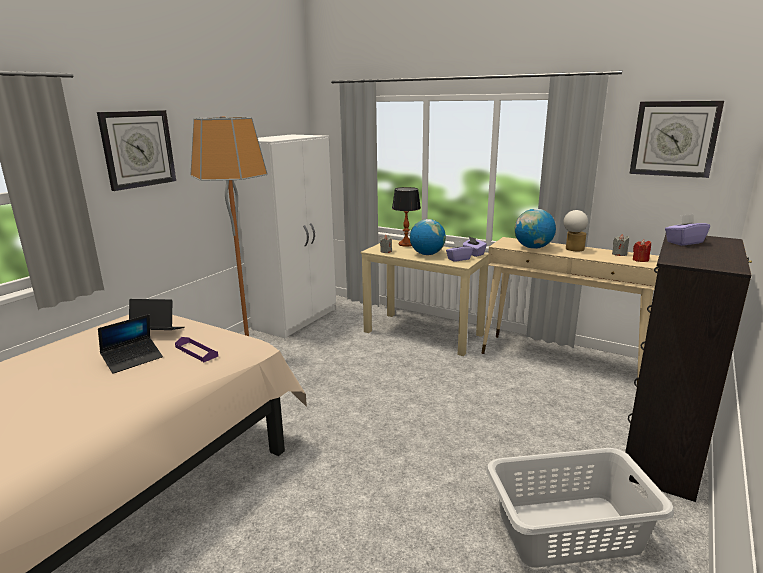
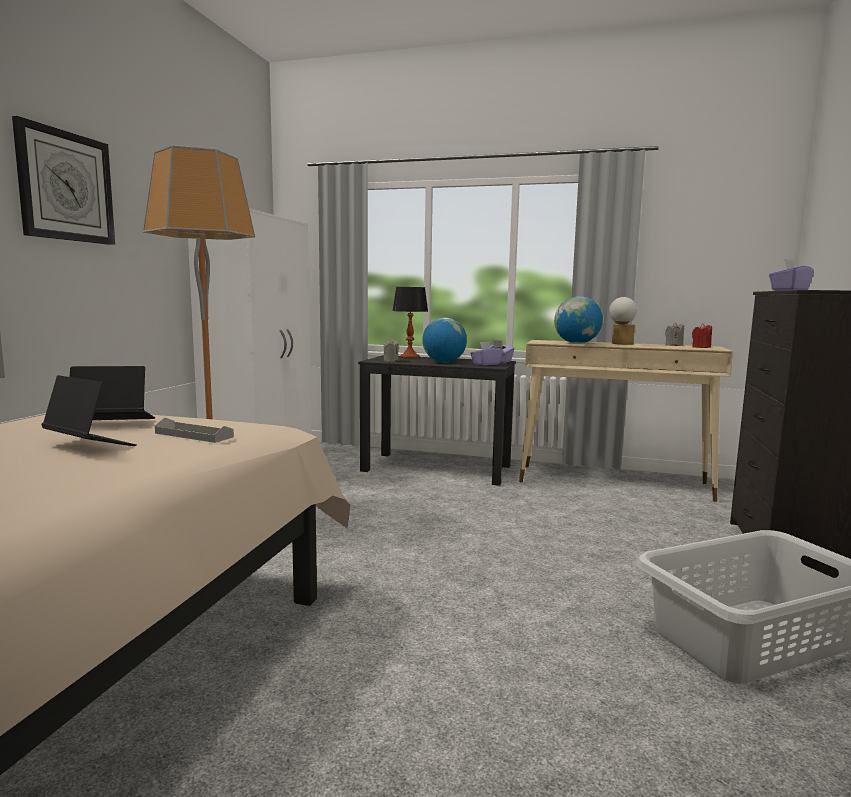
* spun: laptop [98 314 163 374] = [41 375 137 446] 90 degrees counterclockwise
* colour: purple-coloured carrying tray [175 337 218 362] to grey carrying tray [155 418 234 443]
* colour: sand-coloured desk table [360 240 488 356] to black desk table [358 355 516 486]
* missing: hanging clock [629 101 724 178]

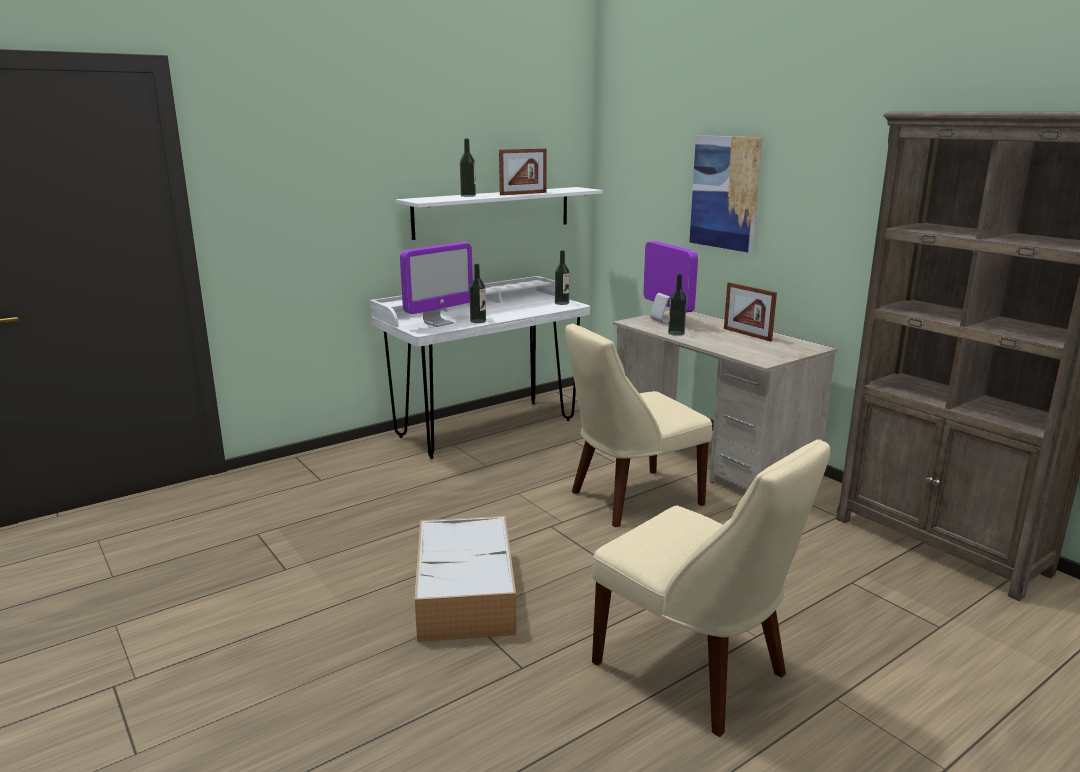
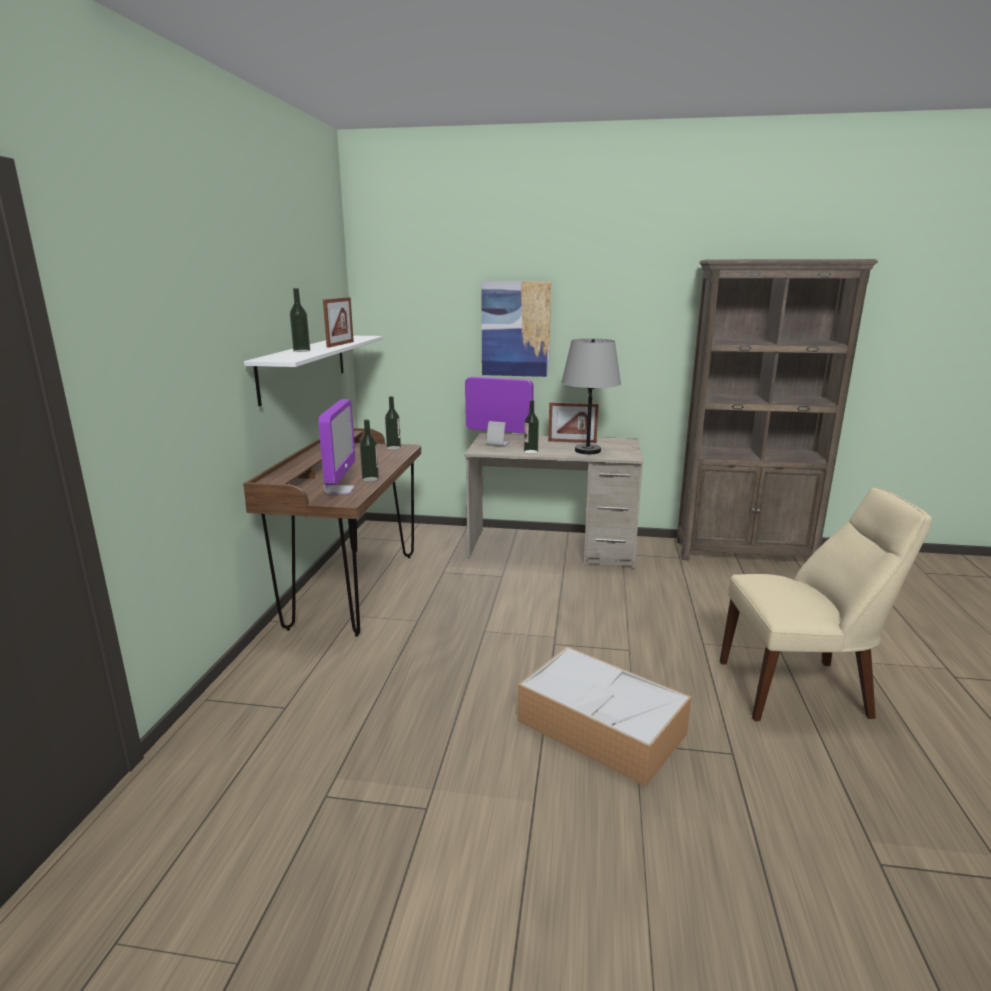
* colour: white desk table [370 276 590 459] to brown desk table [243 428 421 637]
* appeared: grey tabletop lamp [561 338 621 454]
* missing: sand-coloured chair [565 324 712 527]

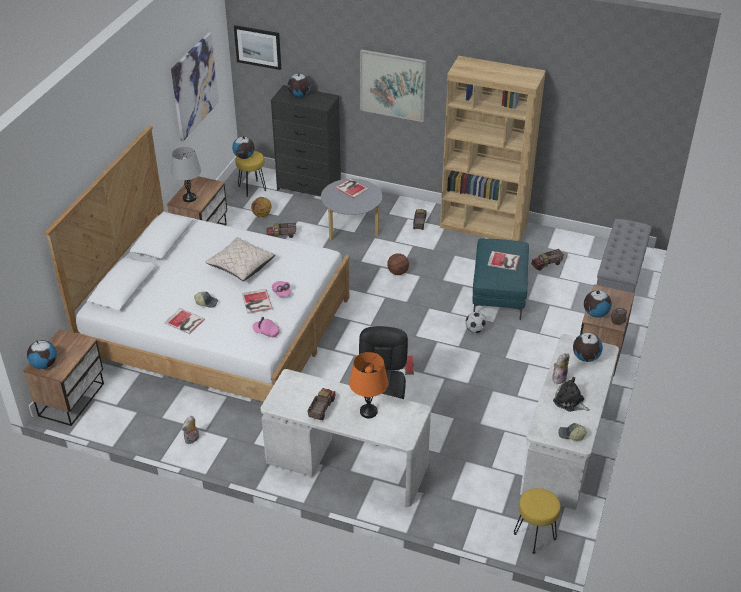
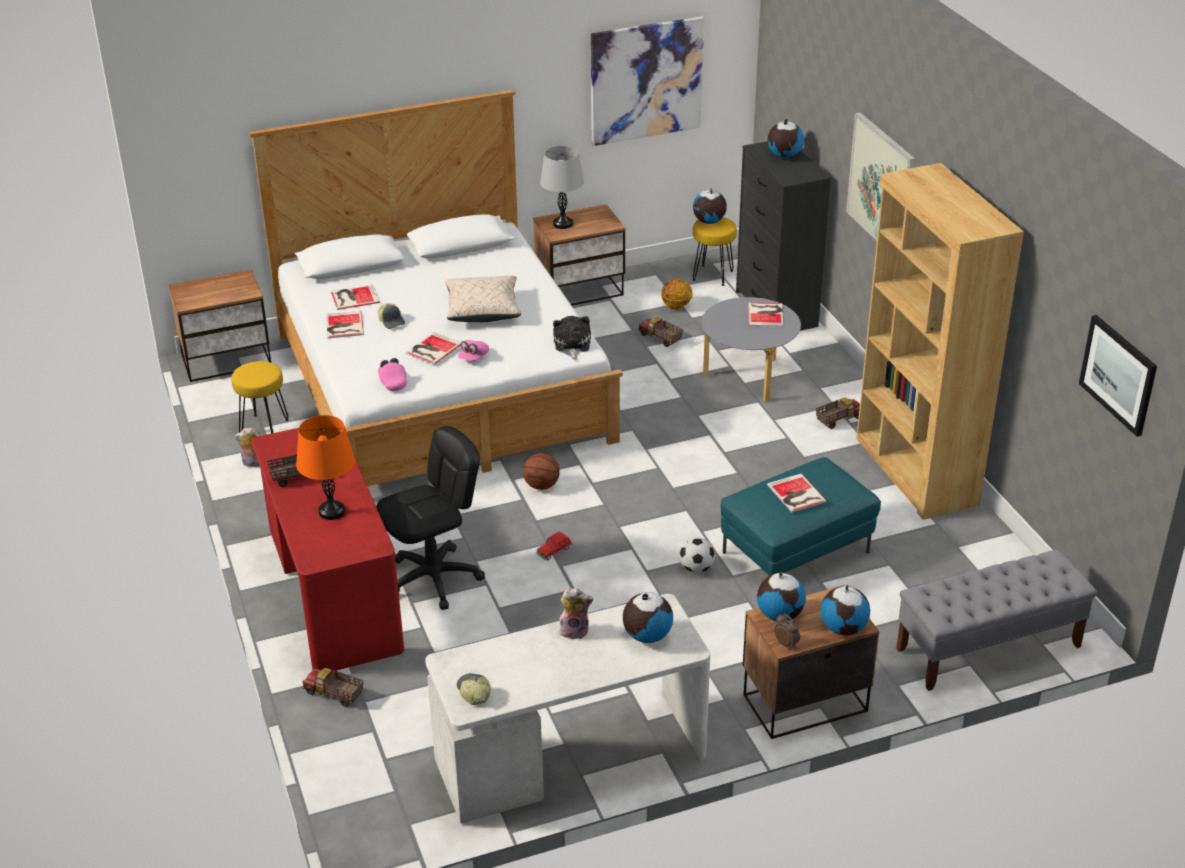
* relocated: yellow sitting stool [514 488 561 554] to [231 361 289 434]
* colour: white desk table [261 369 431 507] to red desk table [252 428 404 671]
* relocated: model truck [531 249 564 271] to [302 668 364 707]
* appeared: bound book [331 285 380 310]
* relocated: basketball ball [387 253 409 275] to [523 453 560 490]
* relocated: plush toy [553 377 590 412] to [553 316 591 360]
* relocated: world globe [27 340 57 369] to [821 584 870 635]
* relocated: wall art [234 25 281 70] to [1079 315 1157 437]

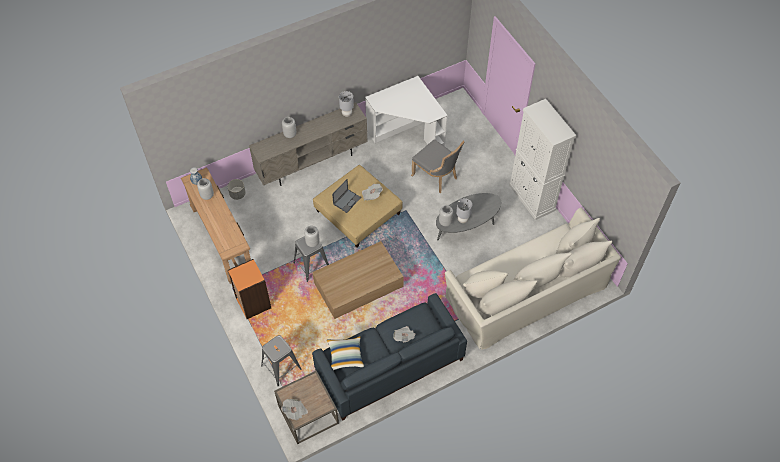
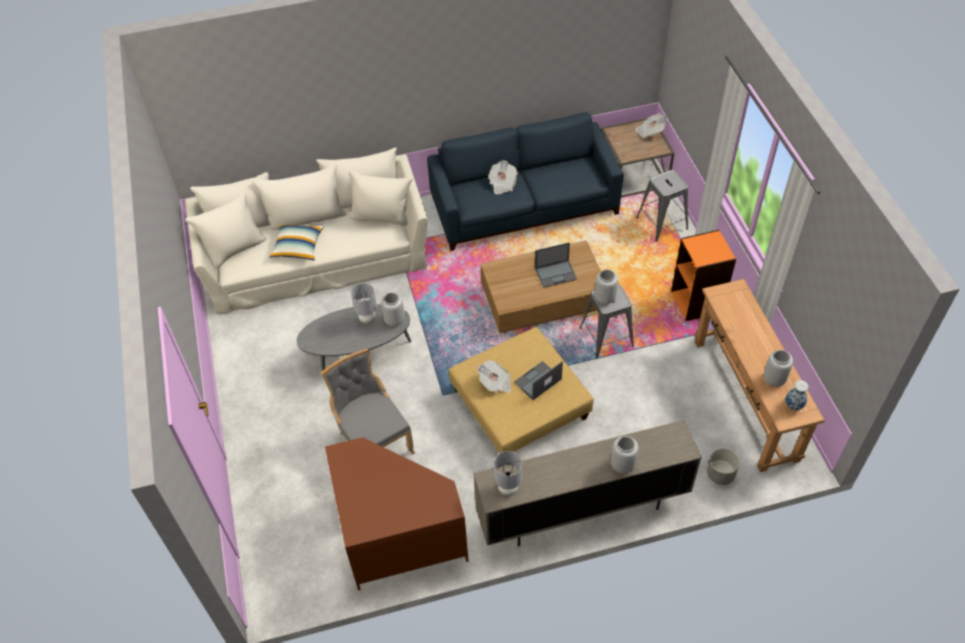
* relocated: pillow [327 336 364 370] to [270 225 324 261]
* colour: white desk table [365 76 448 146] to brown desk table [325 438 469 591]
* appeared: laptop [535 242 577 288]
* missing: white cupboard [509 99 576 220]

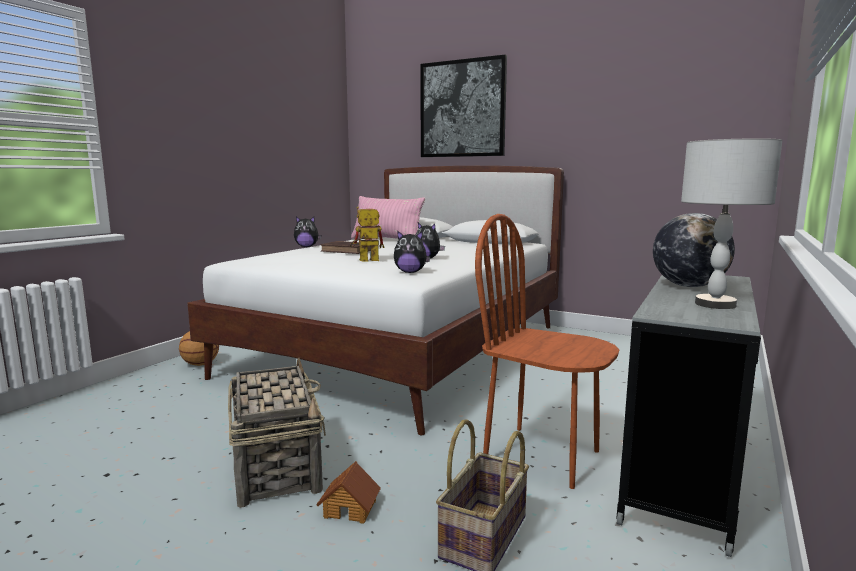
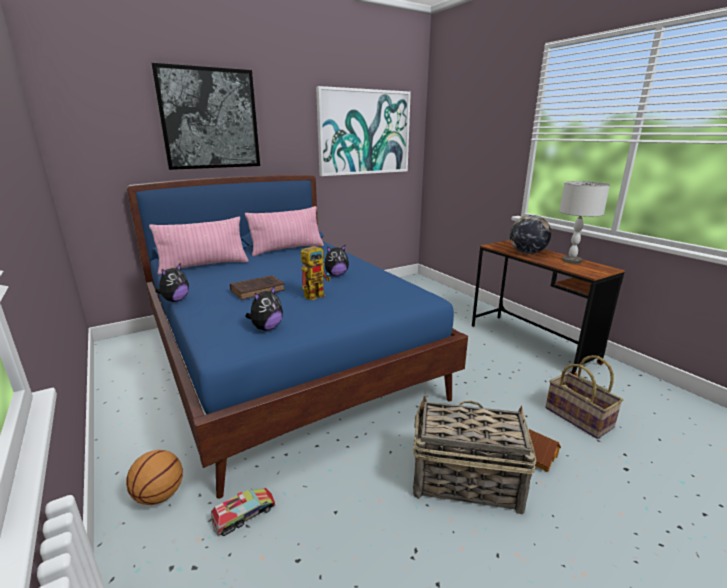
* colour: white bed [187 166 564 435] to blue bed [127 175 468 499]
* appeared: model truck [211 488 276 536]
* appeared: pinkish pillow [245 206 324 256]
* relocated: plush toy [394 231 431 273] to [245 286 283 331]
* spun: toy robot [350 206 384 262] = [301 244 331 301] 150 degrees counterclockwise
* appeared: wall art [316 86 411 176]
* colour: grey desk table [616 275 761 557] to brown desk table [472 240 625 376]
* missing: brown chair [475 214 619 489]

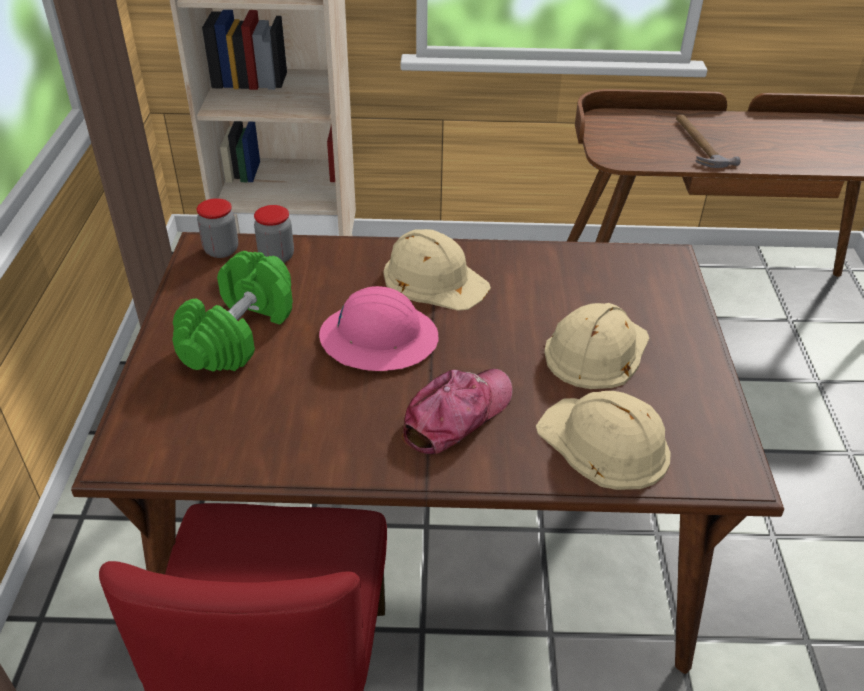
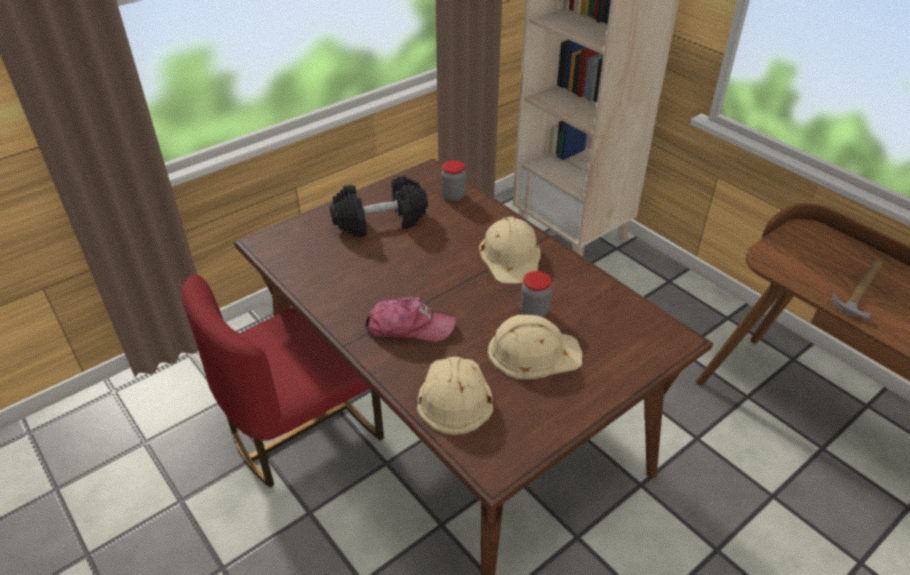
* colour: greenish free weight [172 251 293 371] to black free weight [330 175 428 237]
* relocated: storage jar [197 198 238 258] to [520 271 552 317]
* missing: pinkish hard hat [319 286 438 371]

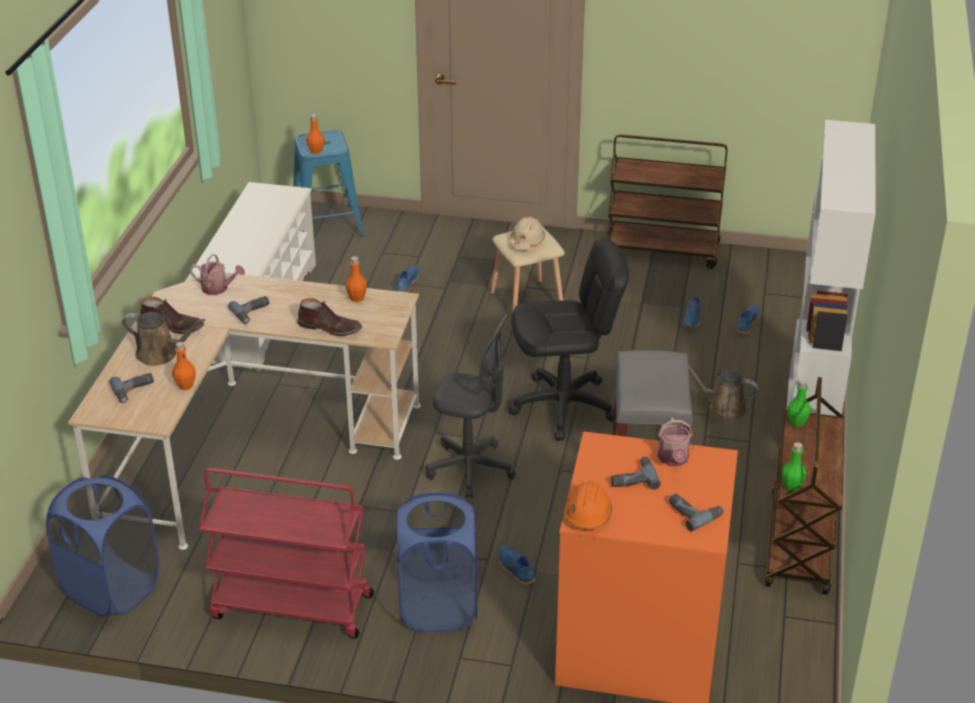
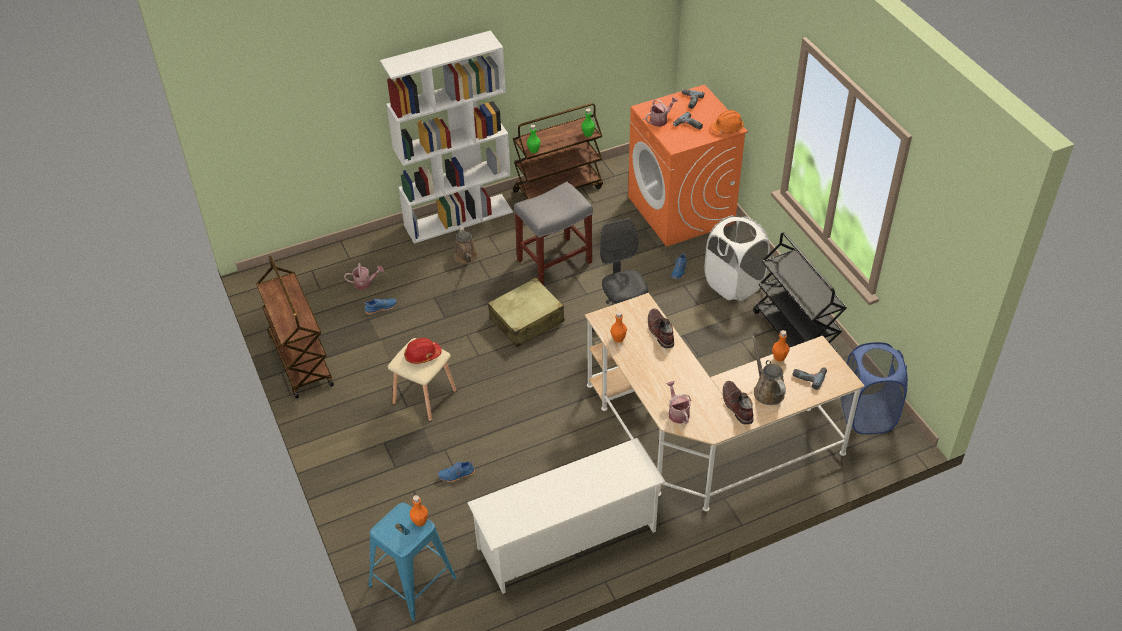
* exchanged: blue item of footwear [737 305 759 334] to watering pot [344 263 384 290]
* colour: sand-coloured hard hat [510 217 545 250] to red hard hat [404 338 442 364]
* exchanged: black computer chair [508 240 629 441] to sand-coloured suitcase [488 278 564 347]
* colour: blue washing basket [397 492 478 632] to white washing basket [704 215 770 301]
* colour: red trolley [199 468 374 639] to black trolley [753 232 847 352]
* missing: power drill [228 296 269 324]

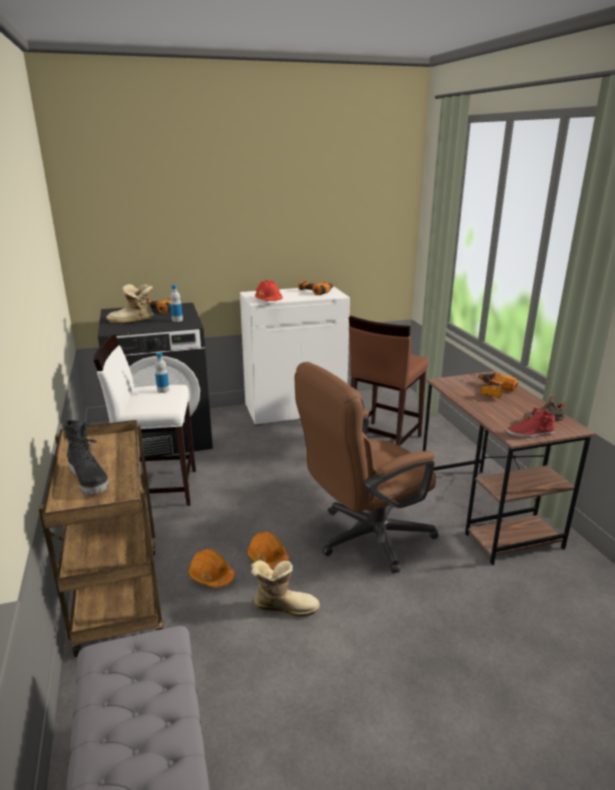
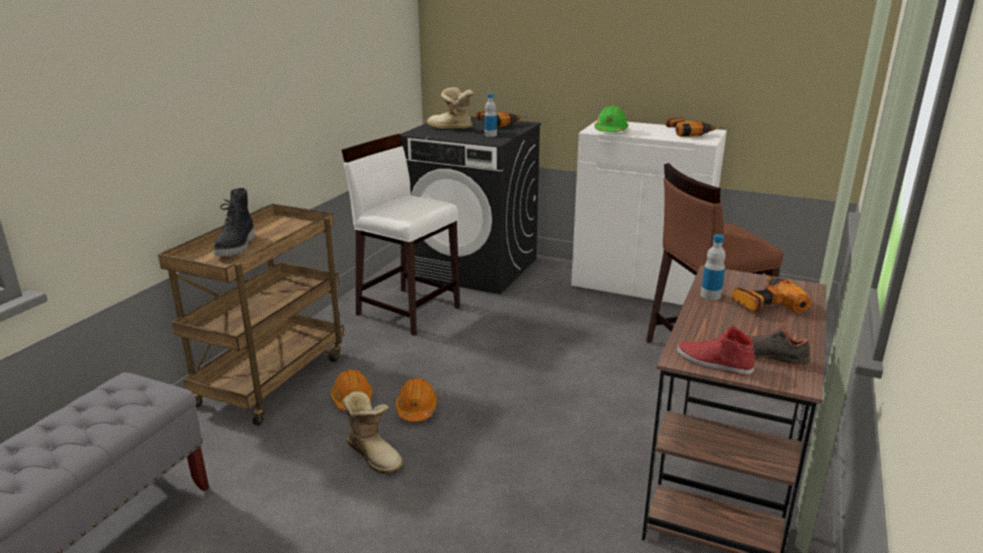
* colour: red hard hat [255 280 283 301] to greenish hard hat [594 105 628 132]
* relocated: beverage bottle [155 352 169 393] to [701 234 726 300]
* missing: brown computer chair [295 362 438 573]

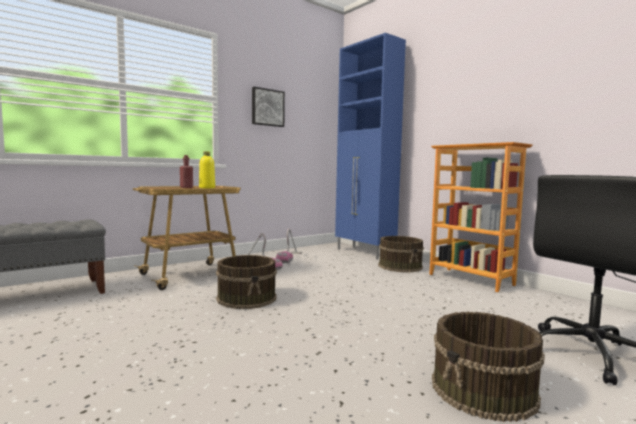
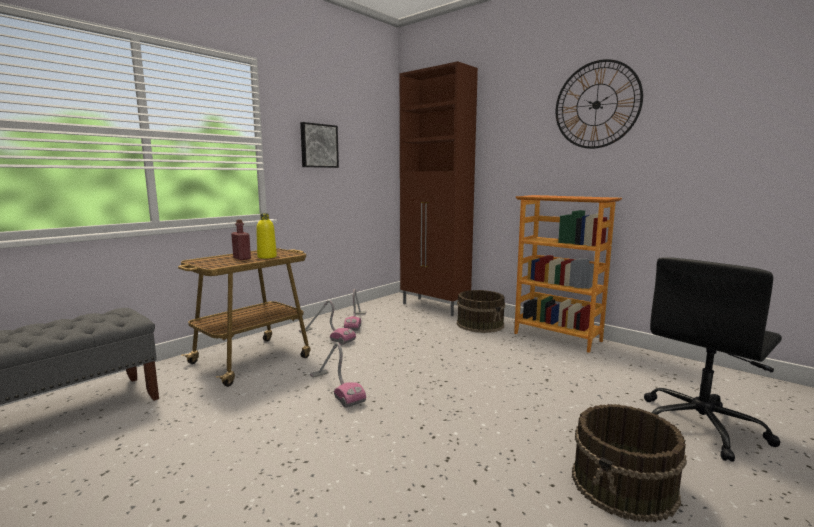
* exchanged: brown water bucket [216 255 277 309] to vacuum cleaner [310 342 366 408]
* colour: blue cupboard [335 33 406 260] to brown cupboard [400 61 478 316]
* appeared: hanging clock [556 59 643 149]

